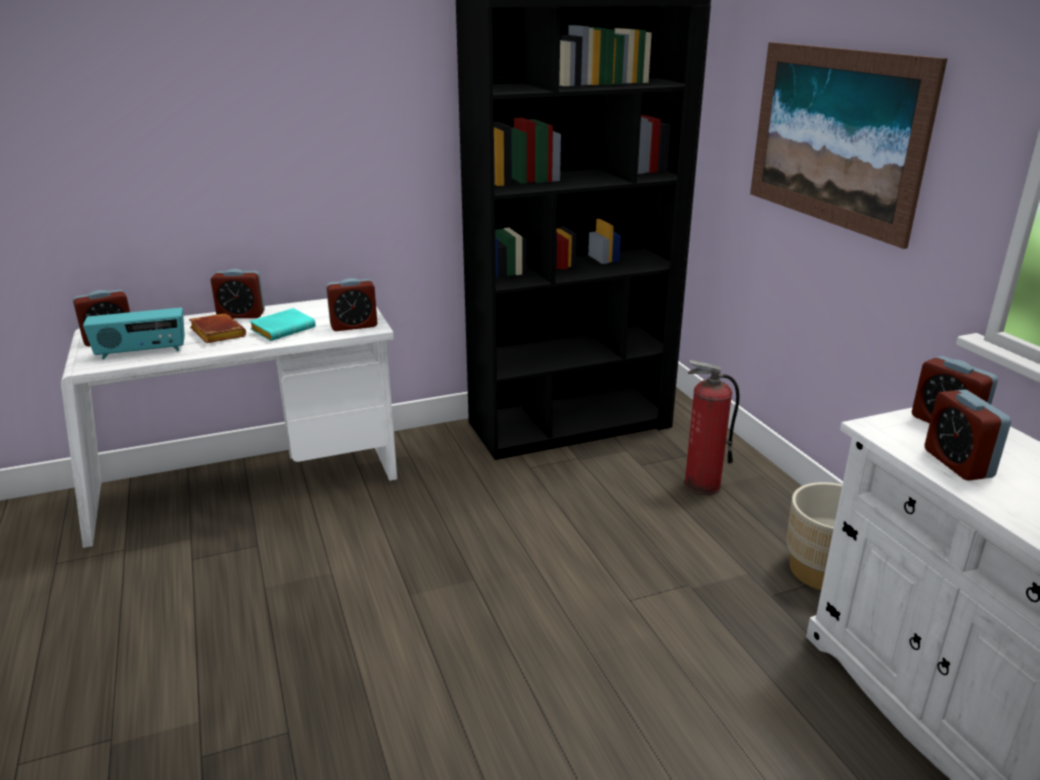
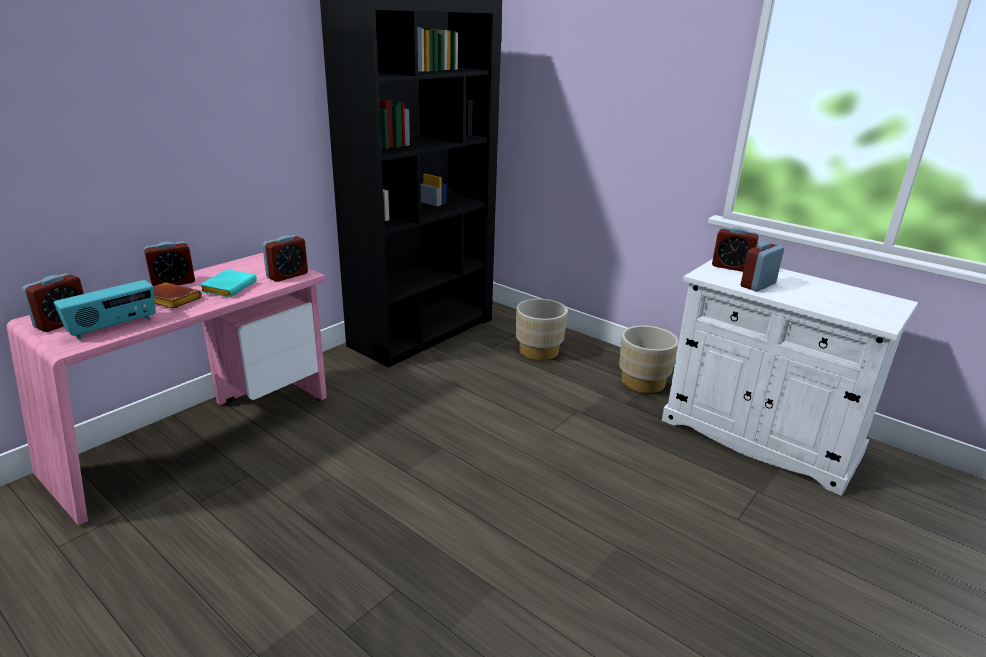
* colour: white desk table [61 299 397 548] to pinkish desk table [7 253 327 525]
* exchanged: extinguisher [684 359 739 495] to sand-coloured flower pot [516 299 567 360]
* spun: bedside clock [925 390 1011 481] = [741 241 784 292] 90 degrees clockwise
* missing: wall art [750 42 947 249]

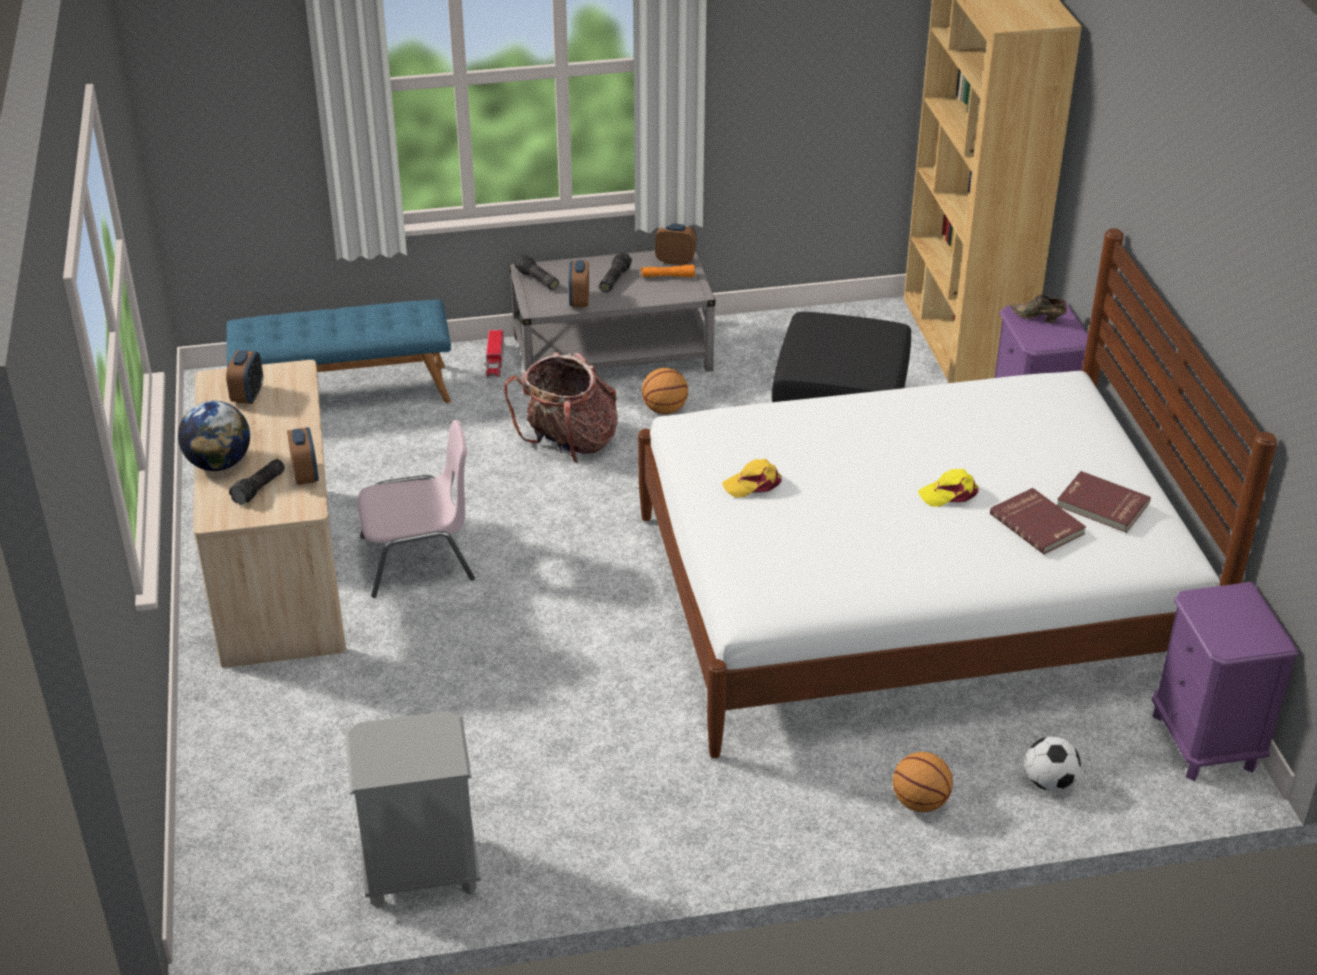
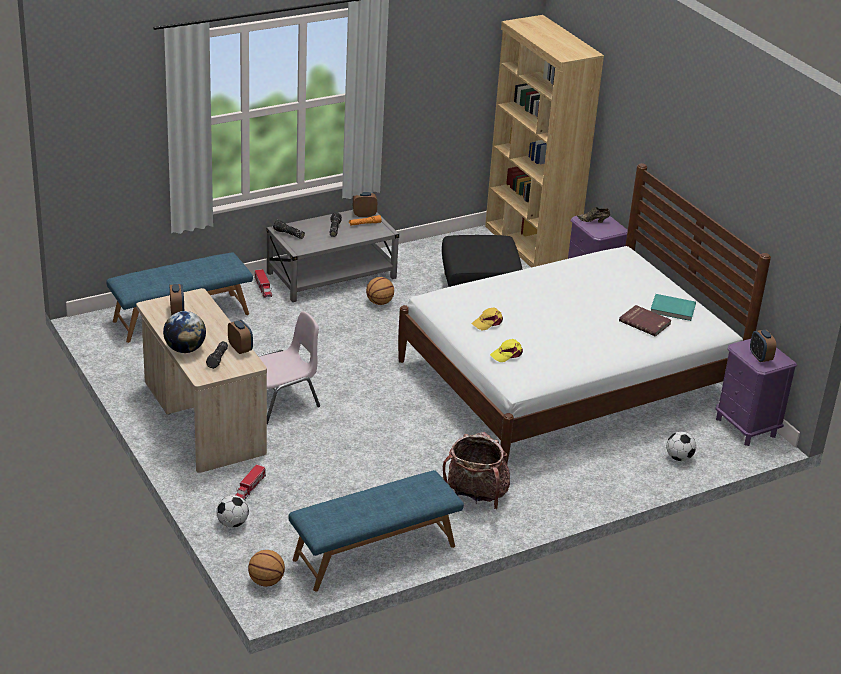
* appeared: football ball [216 495 249 527]
* appeared: model truck [235 464 266 500]
* relocated: basketball ball [893 752 953 812] to [248 550 285 587]
* exchanged: grey night table [346 711 480 908] to blue bench [288 470 464 591]
* relocated: rucksack [504 352 618 464] to [443 432 510 510]
* relocated: yellow cap [918 469 978 507] to [490 339 523 362]
* colour: red bound book [1057 471 1151 533] to turquoise-coloured bound book [651 294 696 321]
* relocated: bedside clock [569 260 589 307] to [750 330 777 362]

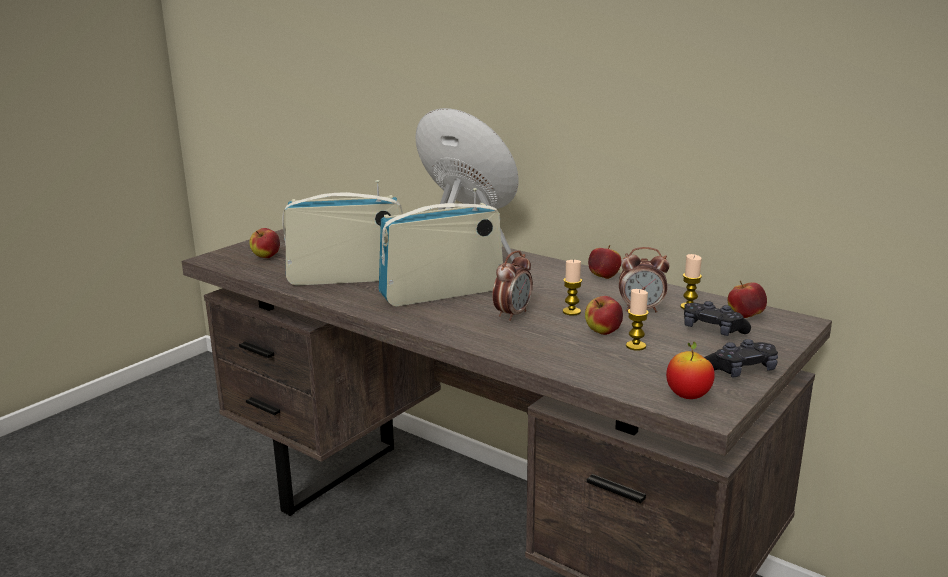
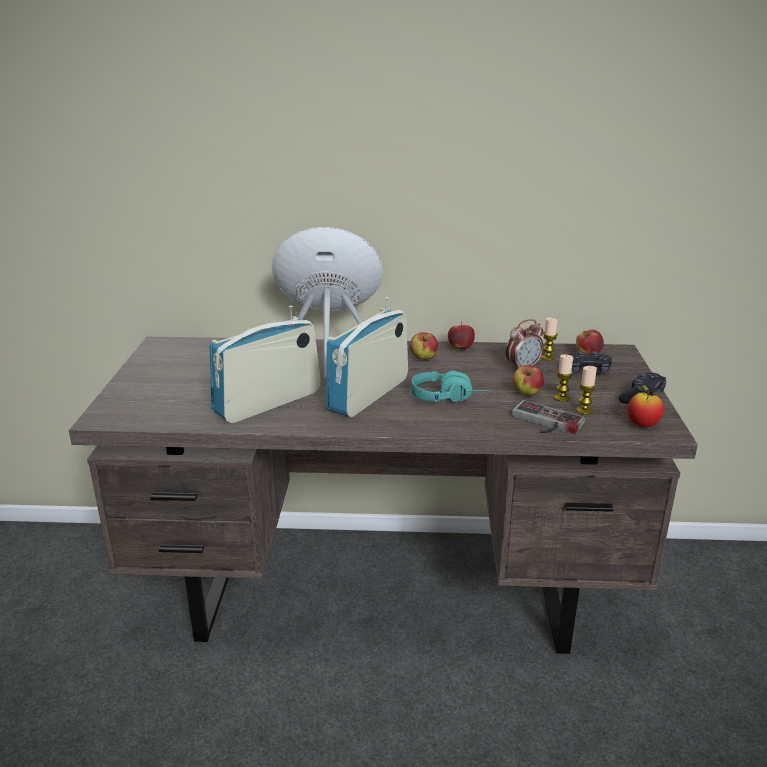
* relocated: apple fruit [249 228 280 258] to [410 332 438 360]
* exchanged: bedside clock [493 251 533 321] to turquoise-coloured headphones [411 370 488 402]
* appeared: game controller [511 400 585 434]
* relocated: wax candle [563 260 582 316] to [576 366 597 415]

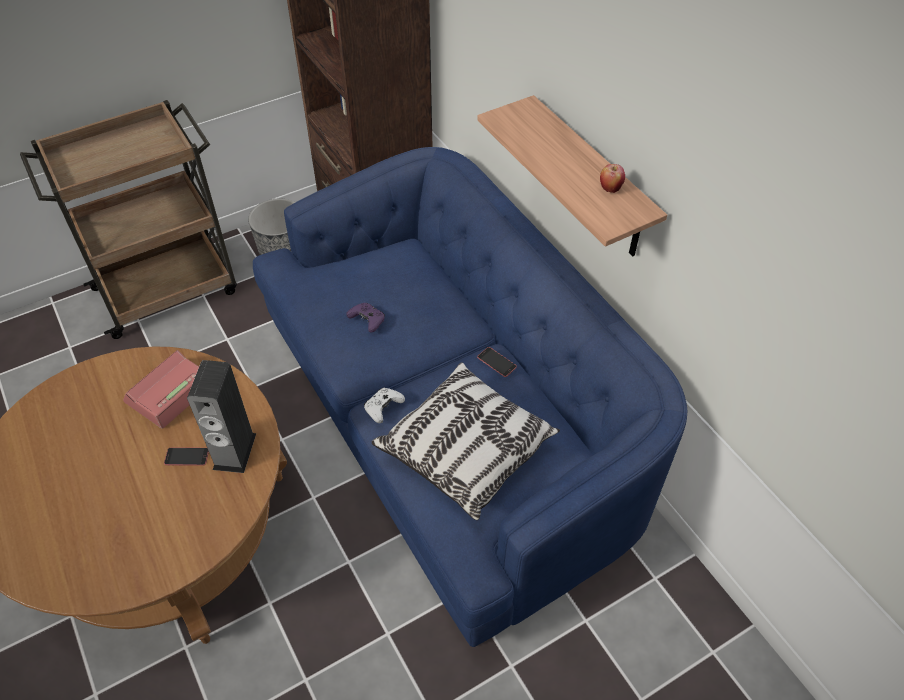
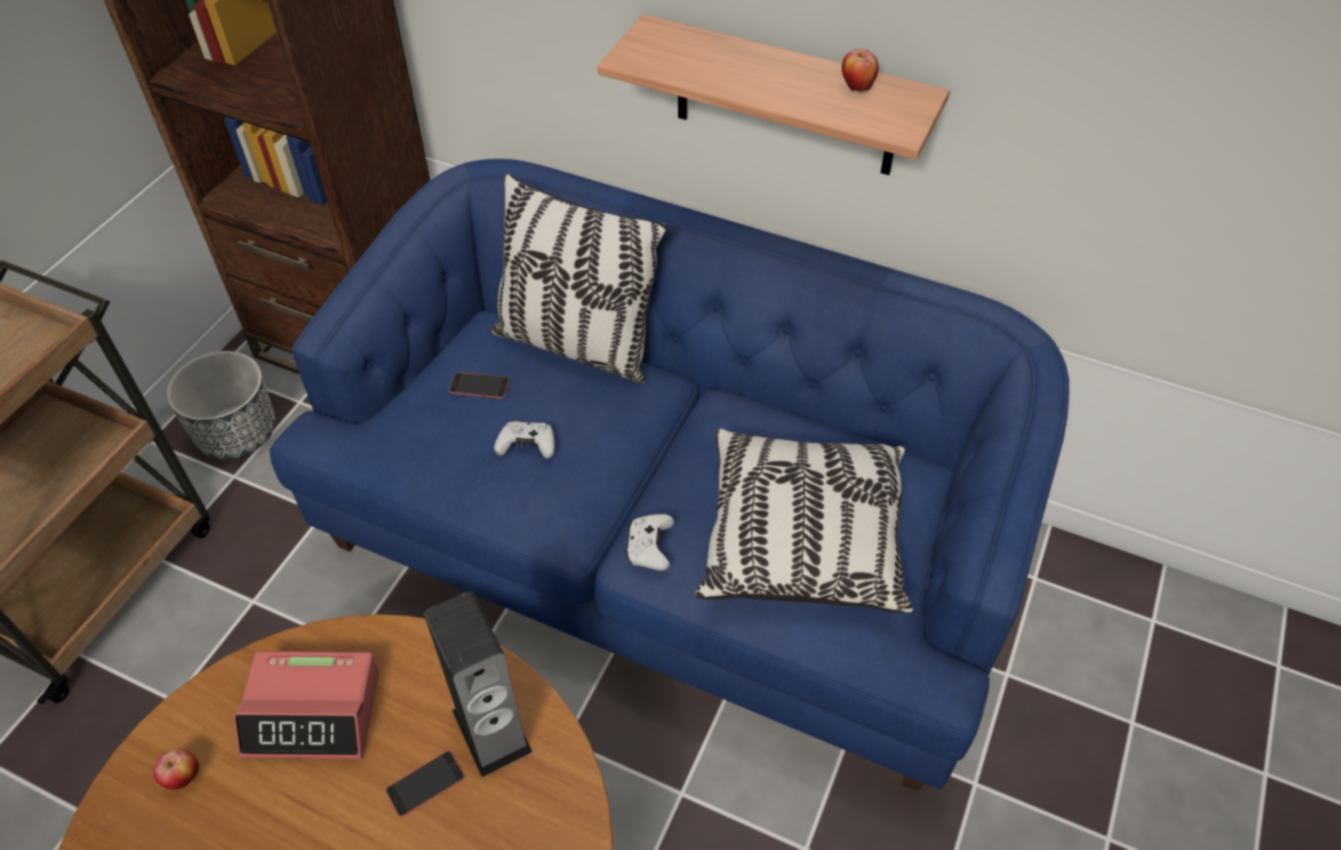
* appeared: apple fruit [153 748 199 790]
* spun: bedside clock [123 350 199 428] = [234 651 380 760] 90 degrees counterclockwise
* relocated: telephone [477 347 517 377] to [449 372 510 398]
* appeared: pillow [491 173 667 383]
* colour: purple-coloured game controller [347 303 385 332] to white game controller [494 421 555 459]

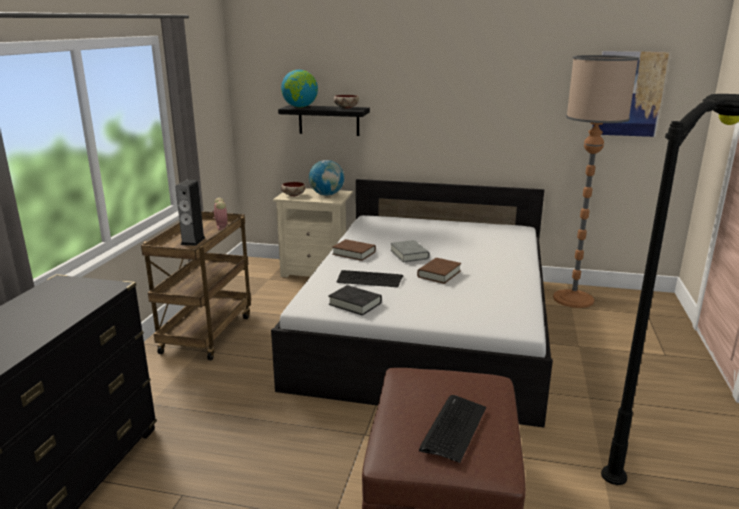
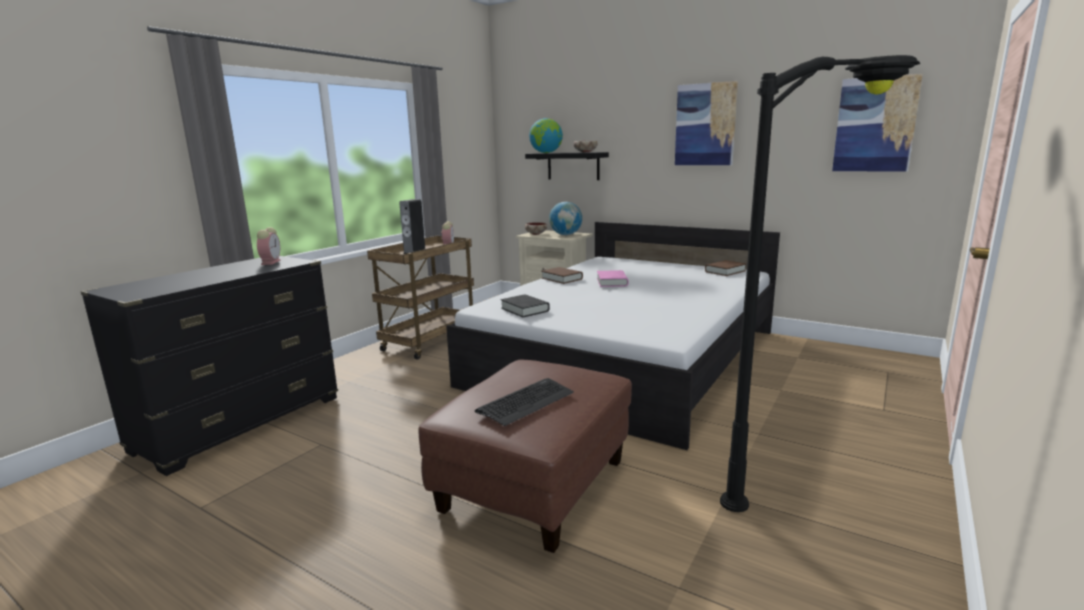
* appeared: bedside clock [257 227 281 265]
* colour: grey bound book [390 240 430 263] to pinkish bound book [597 270 628 287]
* appeared: wall art [675 81 738 165]
* relocated: brown bound book [417 258 461 284] to [705 260 746 276]
* missing: keyboard [336 270 403 287]
* missing: standard lamp [553 55 639 308]

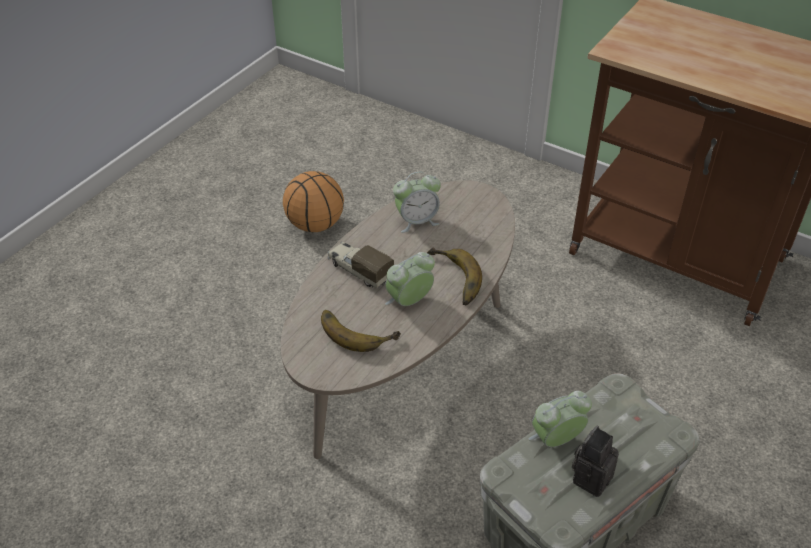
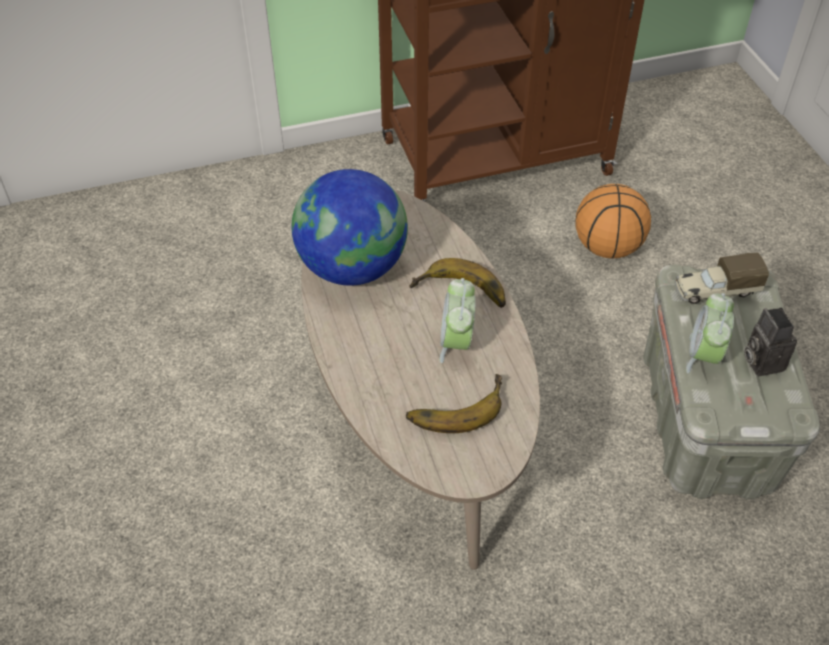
* exchanged: bedside clock [393 172 441 233] to world globe [291 169 408 286]
* relocated: basketball ball [283 171 344 232] to [575 184 651 258]
* relocated: model truck [327 241 394 288] to [675 253 769 304]

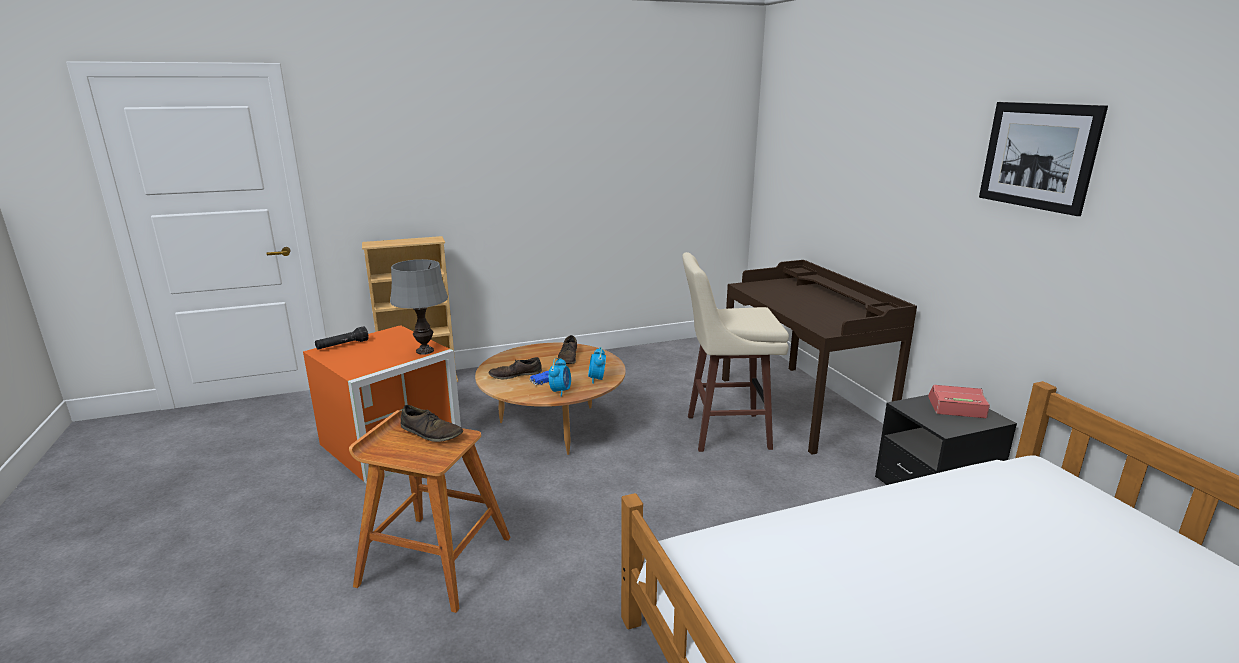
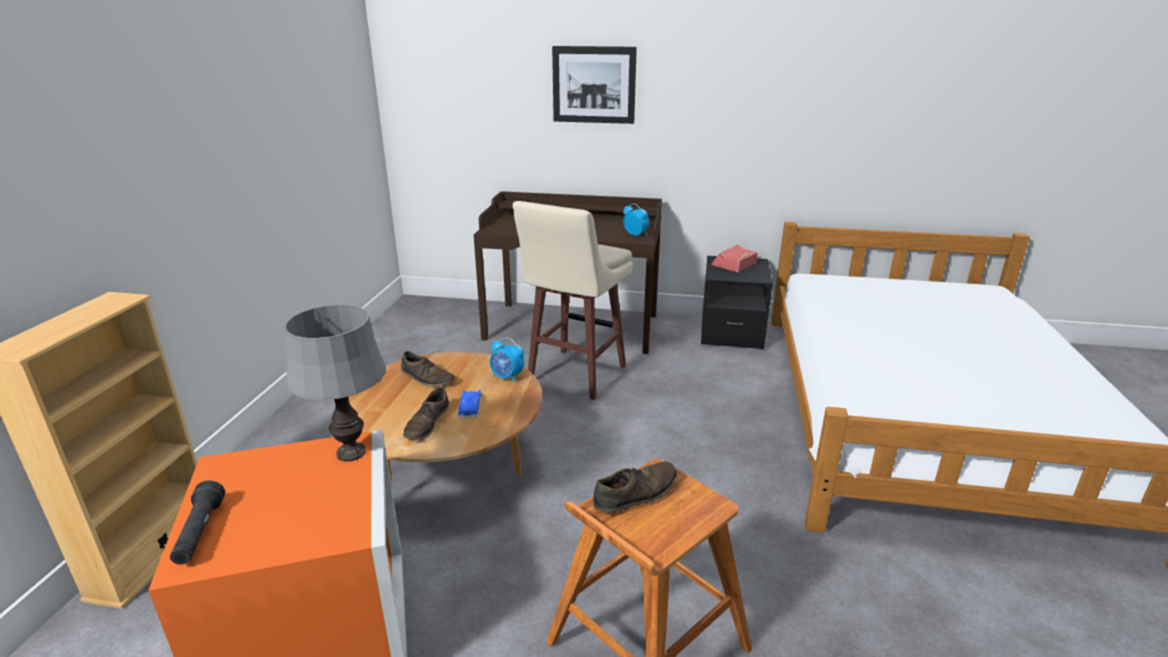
* relocated: wall art [979 102 1108 216] to [552 46 637 124]
* relocated: bedside clock [549 358 571 397] to [623 204 649 236]

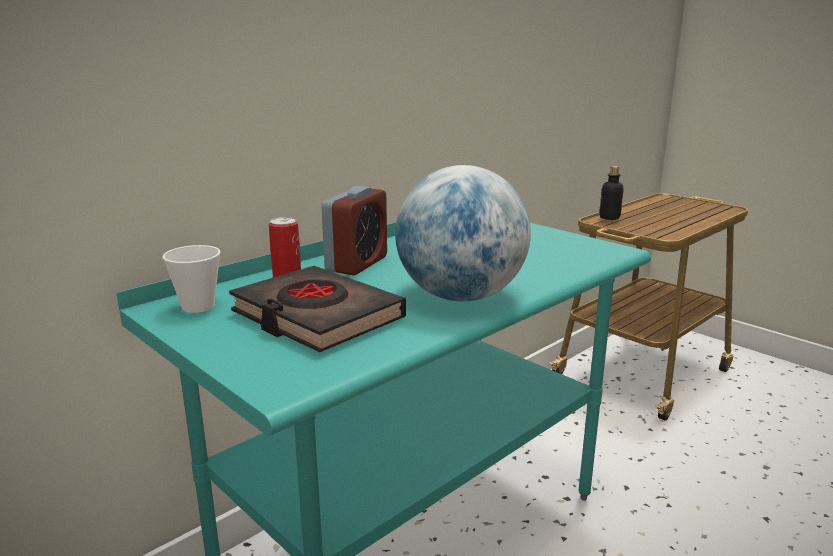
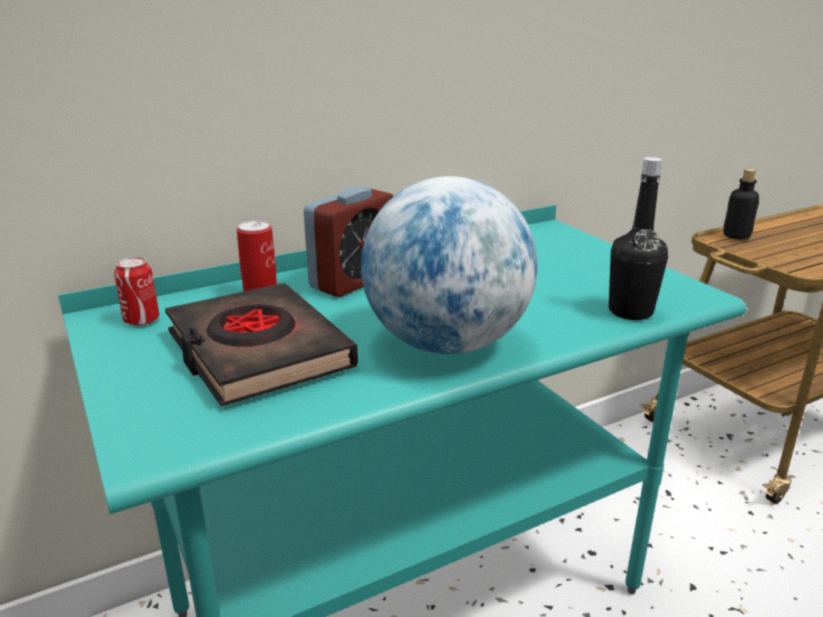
* exchanged: cup [162 245 221 313] to sealed can [114 257 159 326]
* appeared: black beverage bottle [609 157 668 320]

